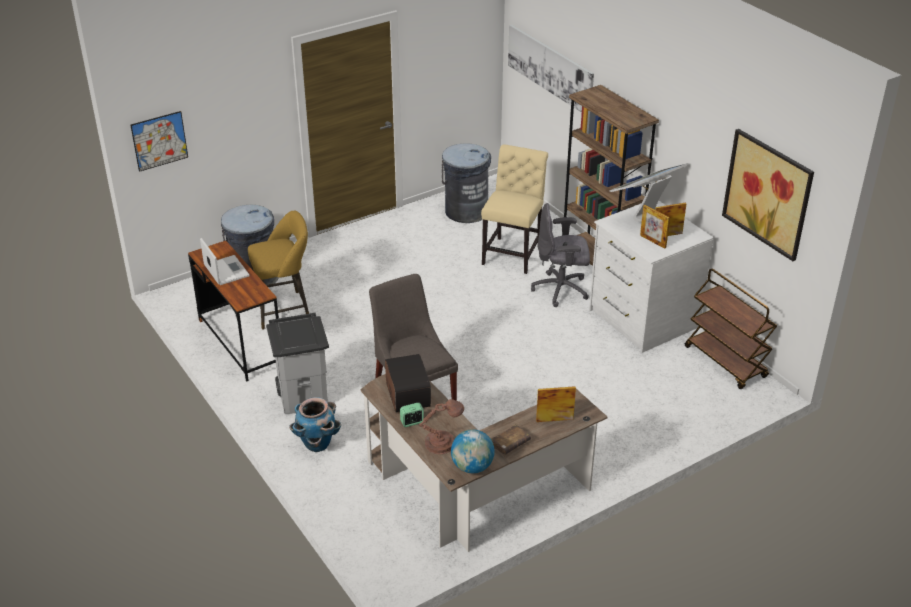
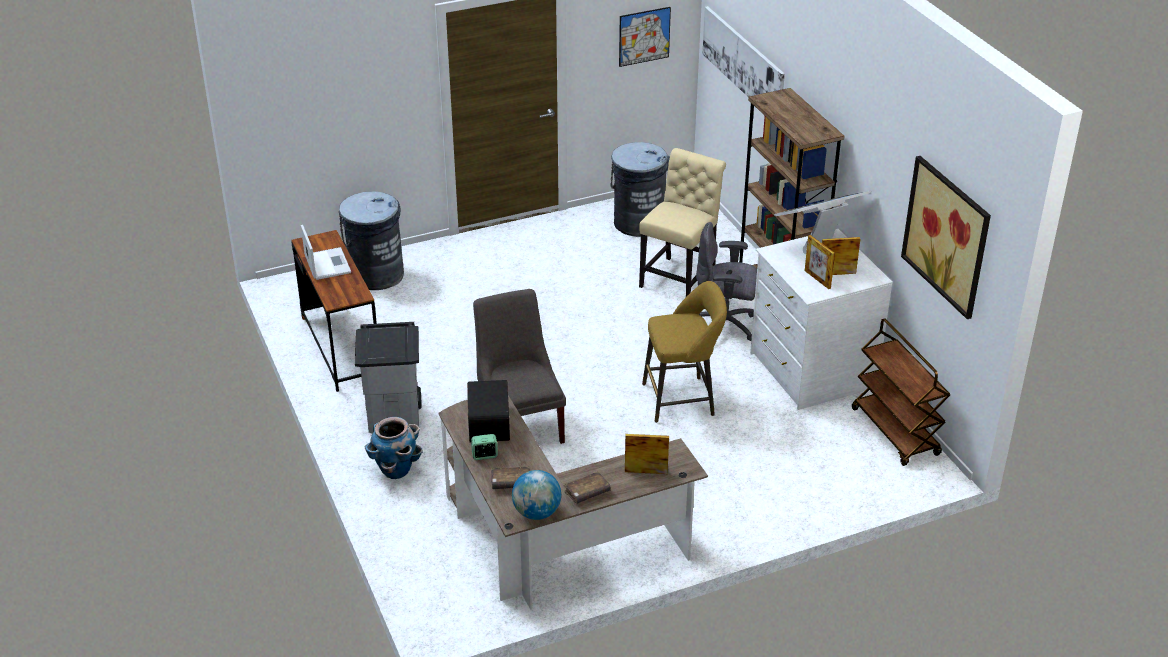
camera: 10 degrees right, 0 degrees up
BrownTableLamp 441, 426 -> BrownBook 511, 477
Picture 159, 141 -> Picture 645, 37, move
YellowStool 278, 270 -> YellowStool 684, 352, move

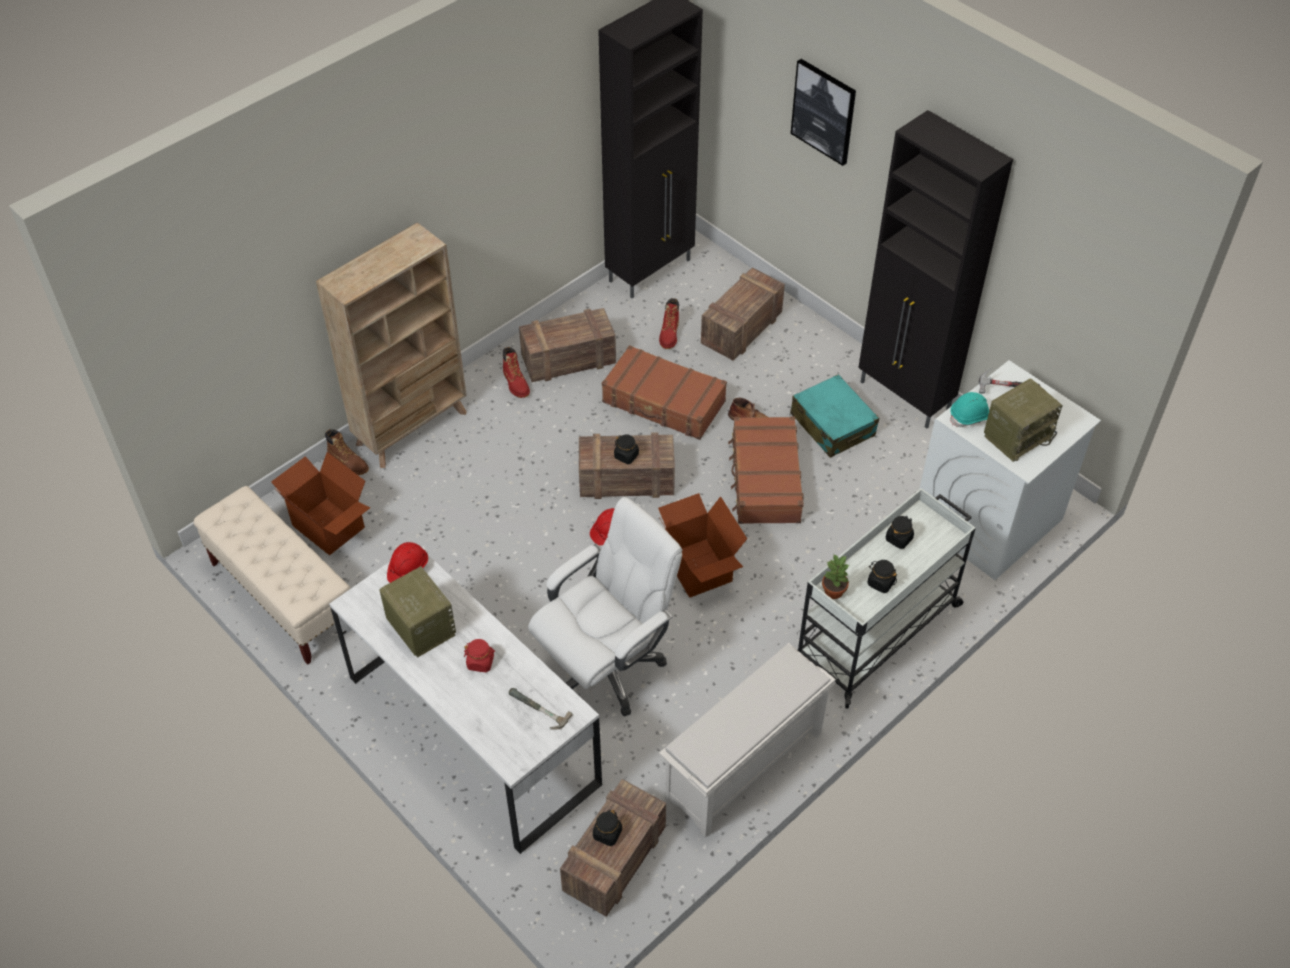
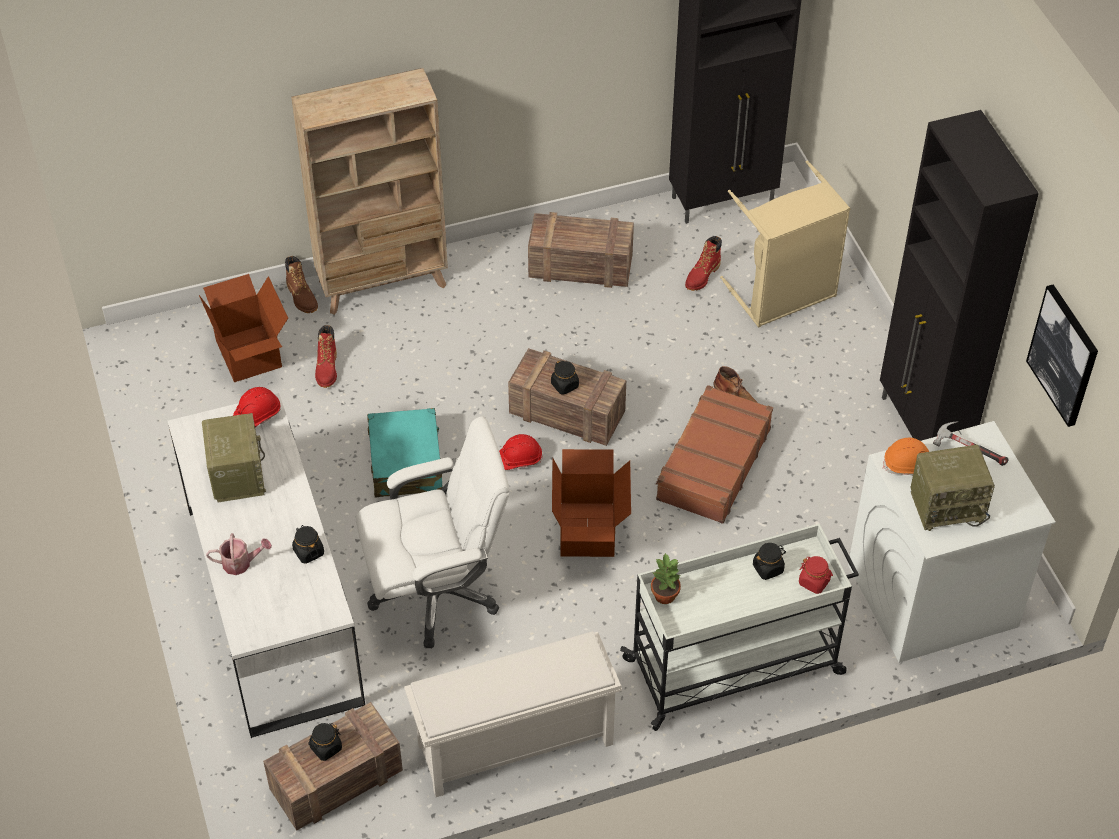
camera: 25 degrees right, 0 degrees up
none -> WateringCan 239, 554
BlackJar 882, 576 -> BlackJar 308, 544, move
RedBoot 516, 372 -> RedBoot 326, 356, move
TurquoiseSuitcase 834, 416 -> TurquoiseSuitcase 405, 452, move
Crate 743, 314 -> BeigeLaundryBasket 785, 243
RedJar 479, 655 -> RedJar 816, 575, move
TurquoiseHardHat 969, 409 -> OrangeHardHat 906, 457
Picture 823, 112 -> Picture 1062, 355, move
BeigeBench 272, 575 -> none
Hammer 541, 709 -> none
BrownSuitcase 664, 392 -> none

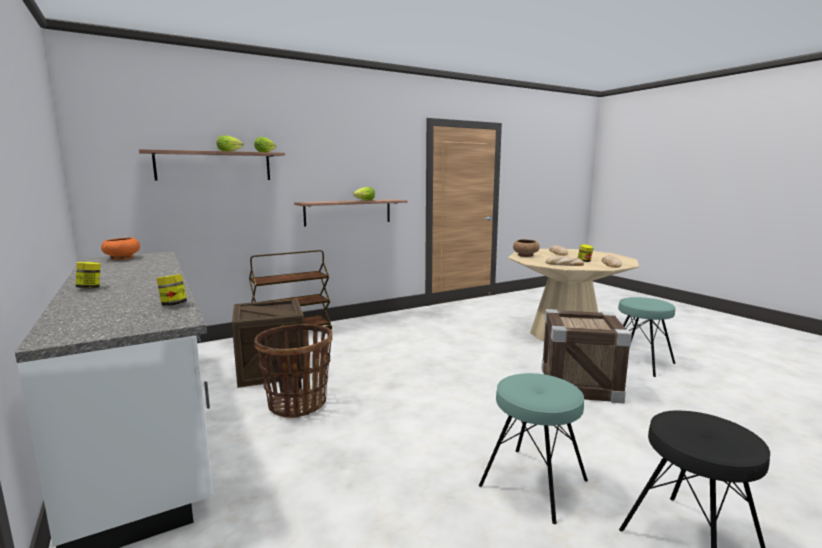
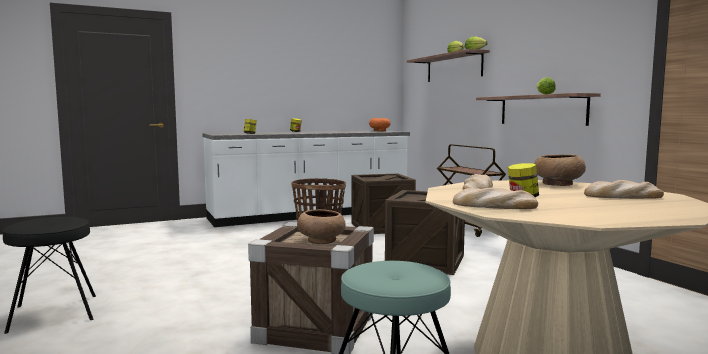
camera: 95 degrees right, 5 degrees down
none -> BrownBowl 321, 226
none -> Crate 425, 232
TurquoiseStool 533, 448 -> none

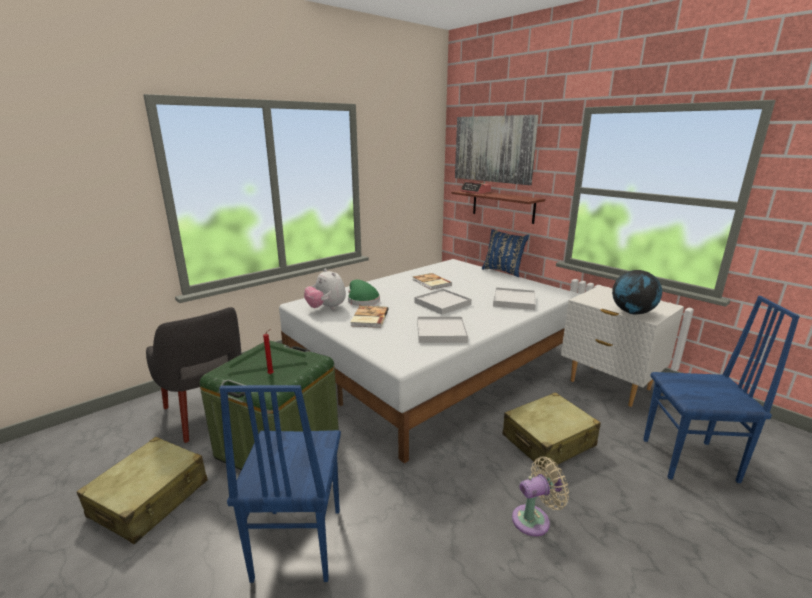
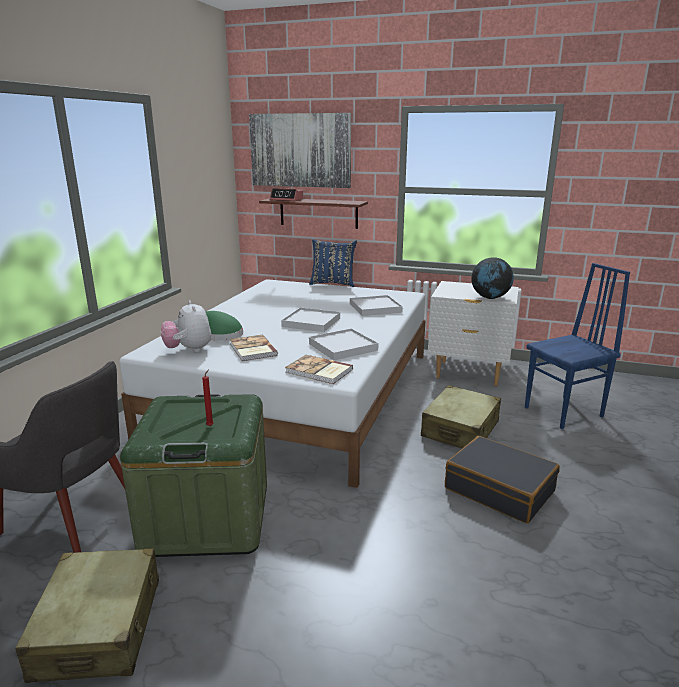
camera: 30 degrees left, 0 degrees up
PlushToy 325, 289 -> PlushToy 186, 326, 45 degrees clockwise
Book 432, 281 -> Book 319, 369, move
BeigeFan 540, 496 -> BlackSuitcase 502, 479
BlueChair 280, 484 -> none

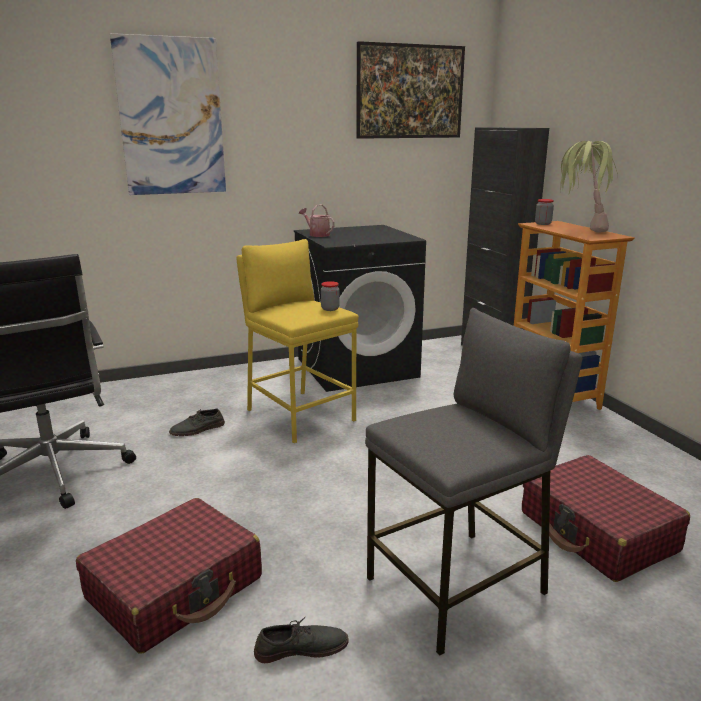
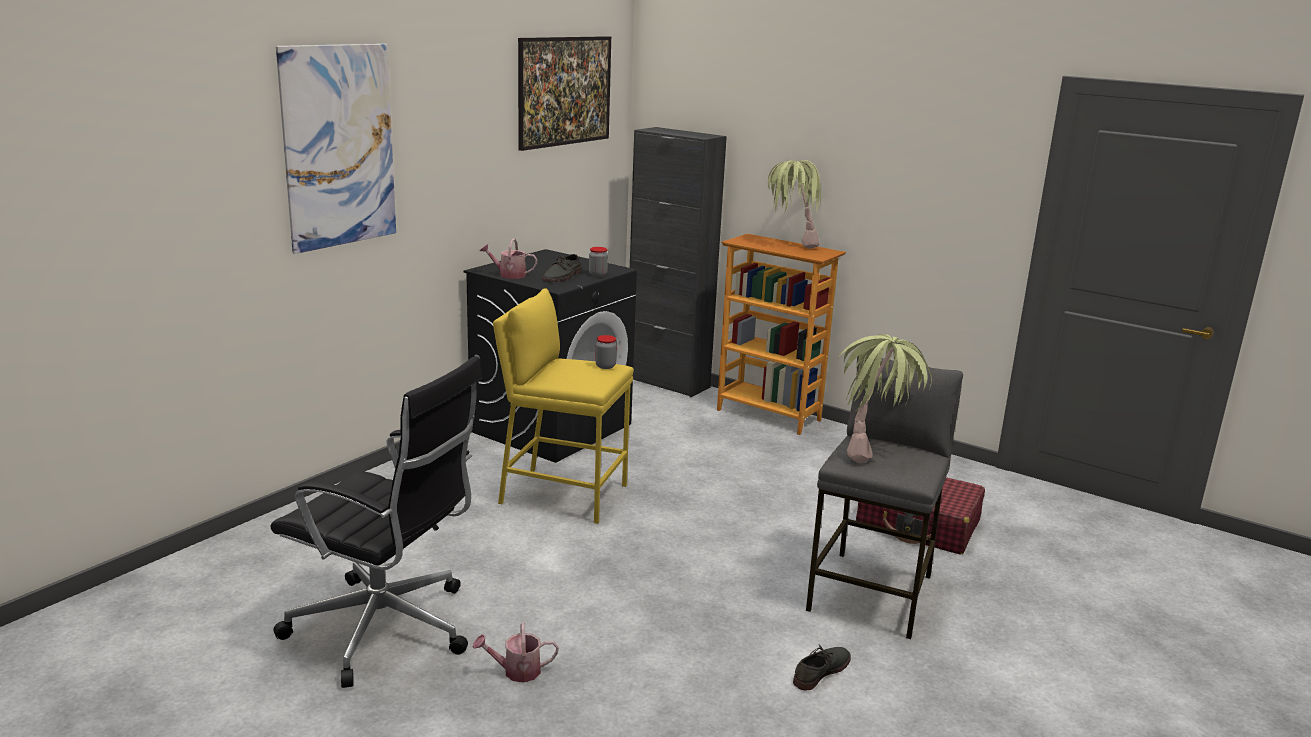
camera: 35 degrees left, 0 degrees up
none -> WateringCan 516, 653
GreyShoe 197, 422 -> GreyShoe 561, 268, move
Jar 544, 212 -> Jar 598, 262, move
none -> PottedPlant 884, 398
RedSuitcase 169, 576 -> none

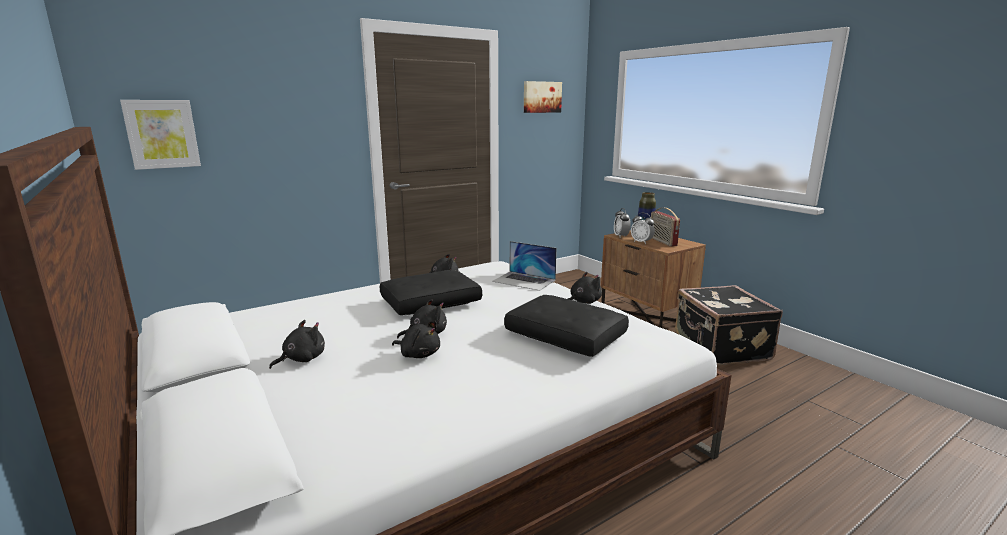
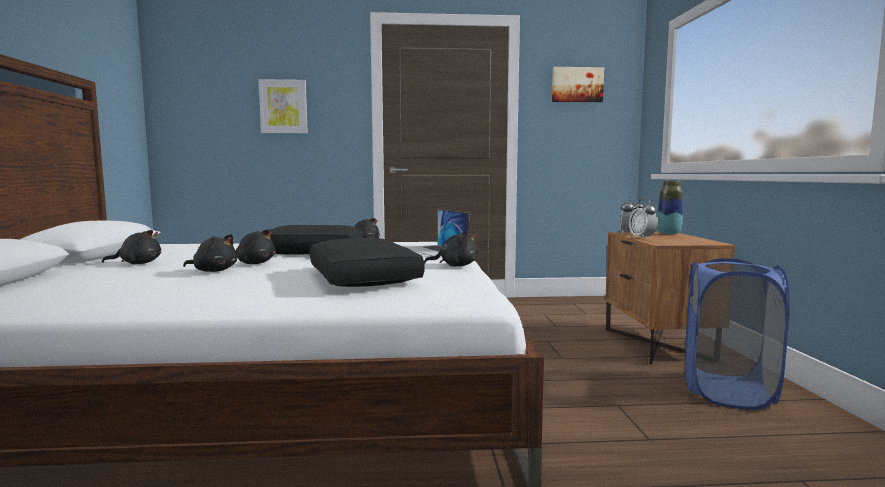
camera: 30 degrees right, 10 degrees down
BlackPlushToy 416, 339 -> BlackPlushToy 210, 253, 45 degrees counterclockwise
Picture 160, 135 -> Picture 283, 106, move
BlackSuitcase 729, 325 -> BlueLaundryBasket 737, 334
Radio 665, 227 -> none

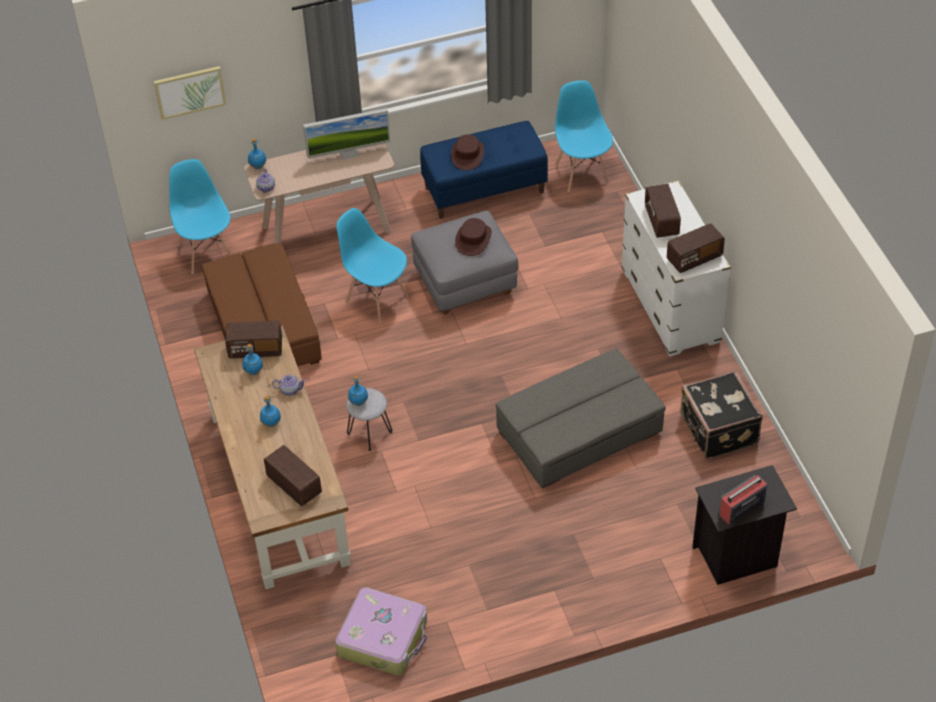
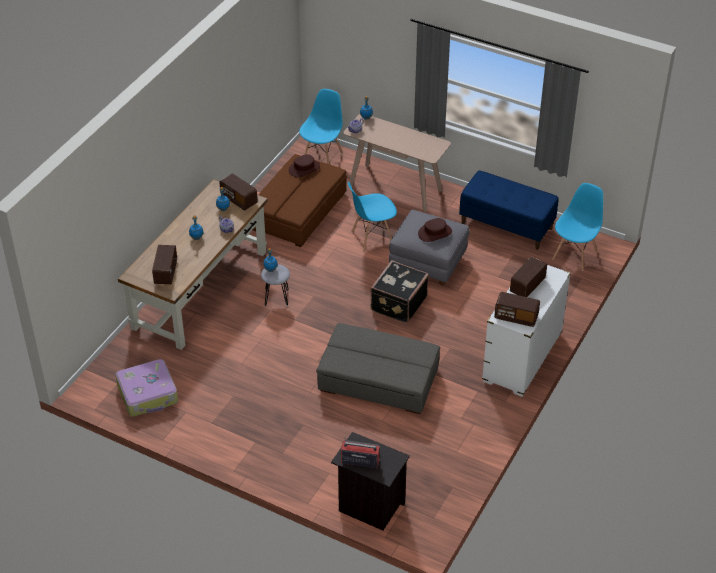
camera: 45 degrees right, 5 degrees down
BrownHat 467, 152 -> BrownHat 304, 165, move
BlueChair 372, 265 -> BlueChair 372, 217, 105 degrees counterclockwise
BlackSuitcase 721, 415 -> BlackSuitcase 399, 291, move
Picture 190, 93 -> none
Monitor 347, 134 -> none

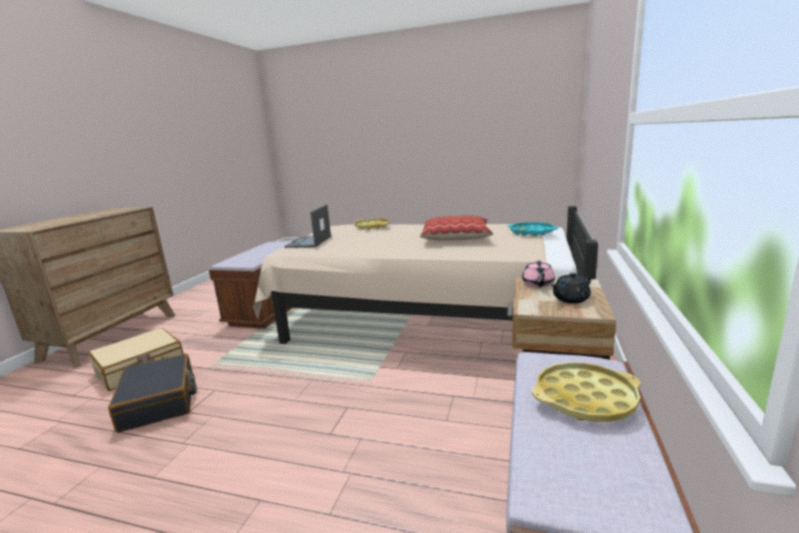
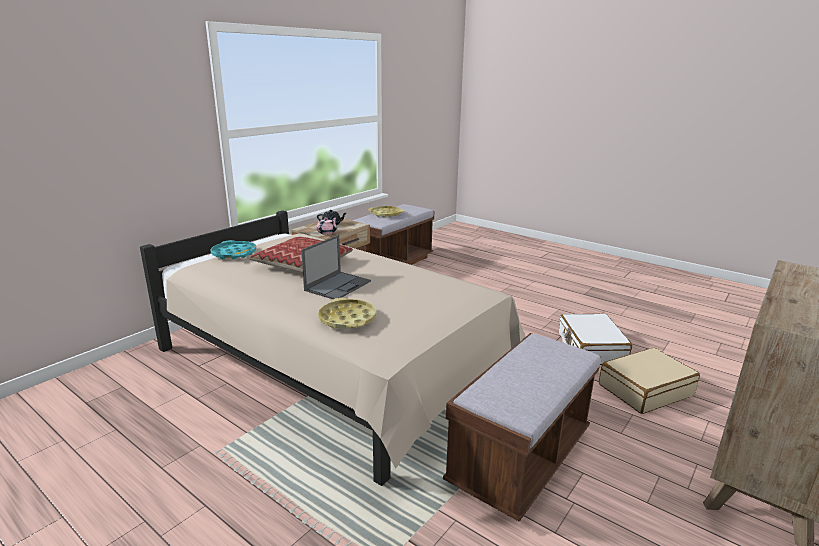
camera: 160 degrees left, 5 degrees up
Laptop 307, 226 -> Laptop 336, 267, move
BlackSuitcase 152, 393 -> WhiteSuitcase 595, 339

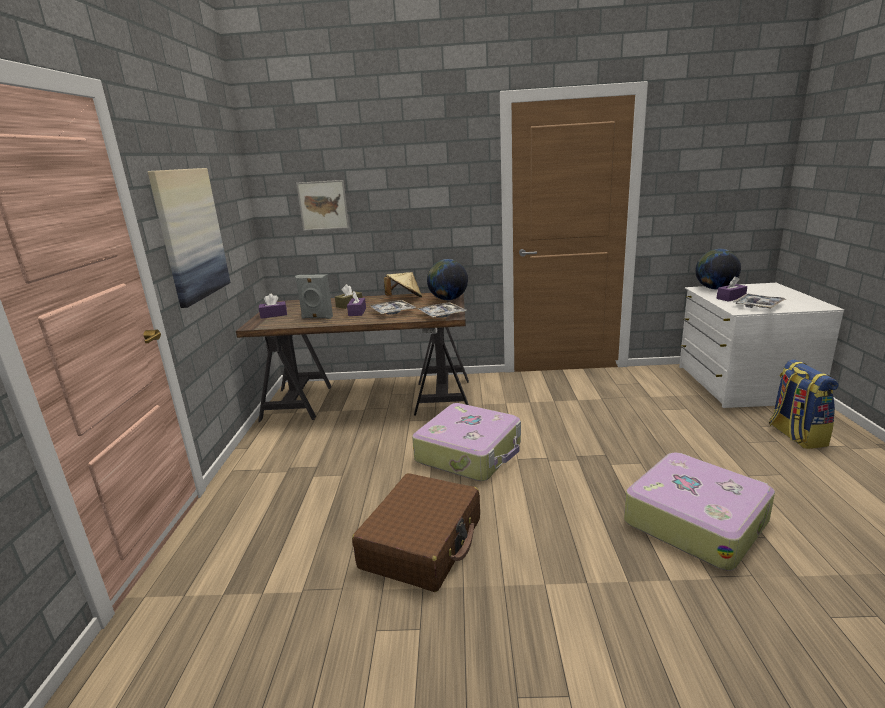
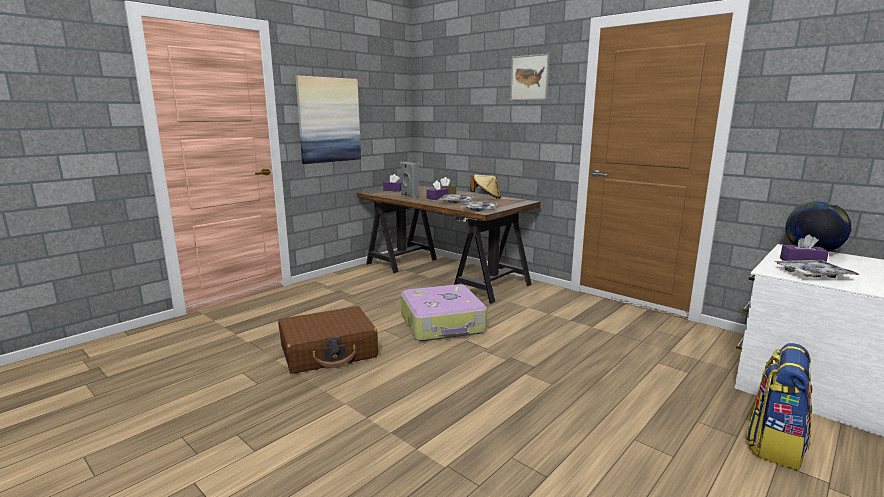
camera: 40 degrees right, 5 degrees down
Picture 322, 205 -> Picture 530, 76, move
Globe 447, 279 -> none
Suitcase 699, 511 -> none

